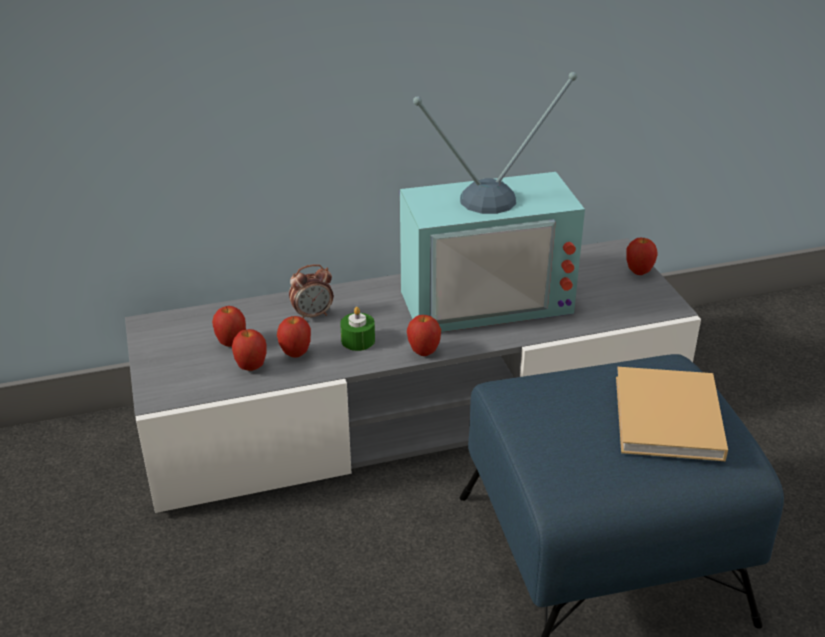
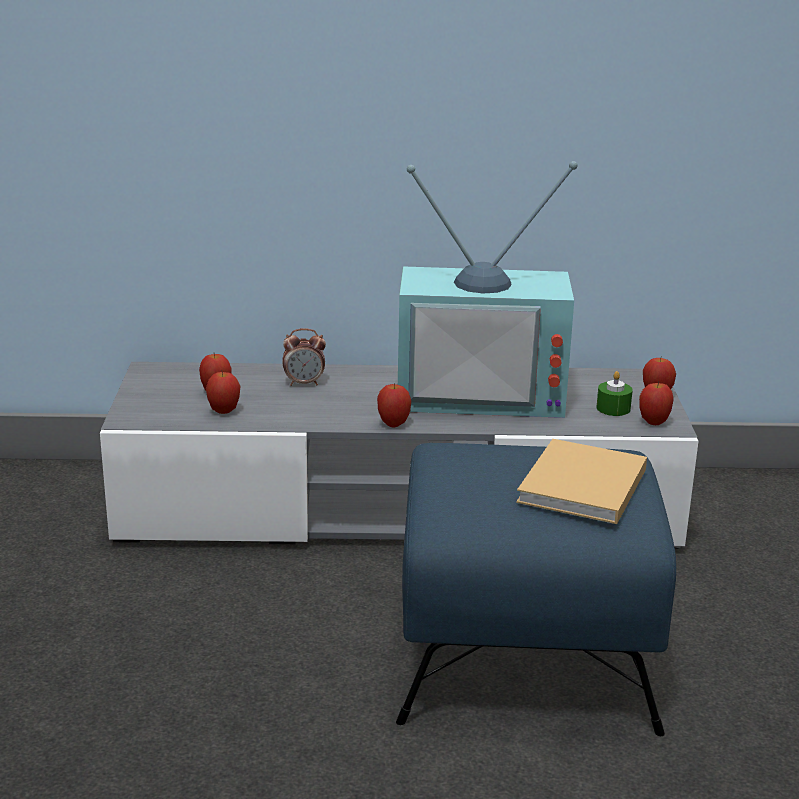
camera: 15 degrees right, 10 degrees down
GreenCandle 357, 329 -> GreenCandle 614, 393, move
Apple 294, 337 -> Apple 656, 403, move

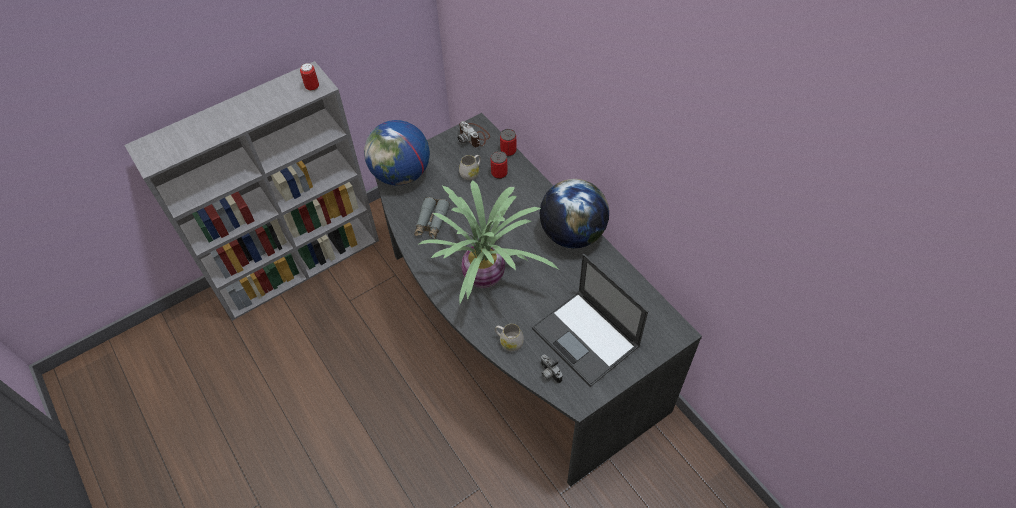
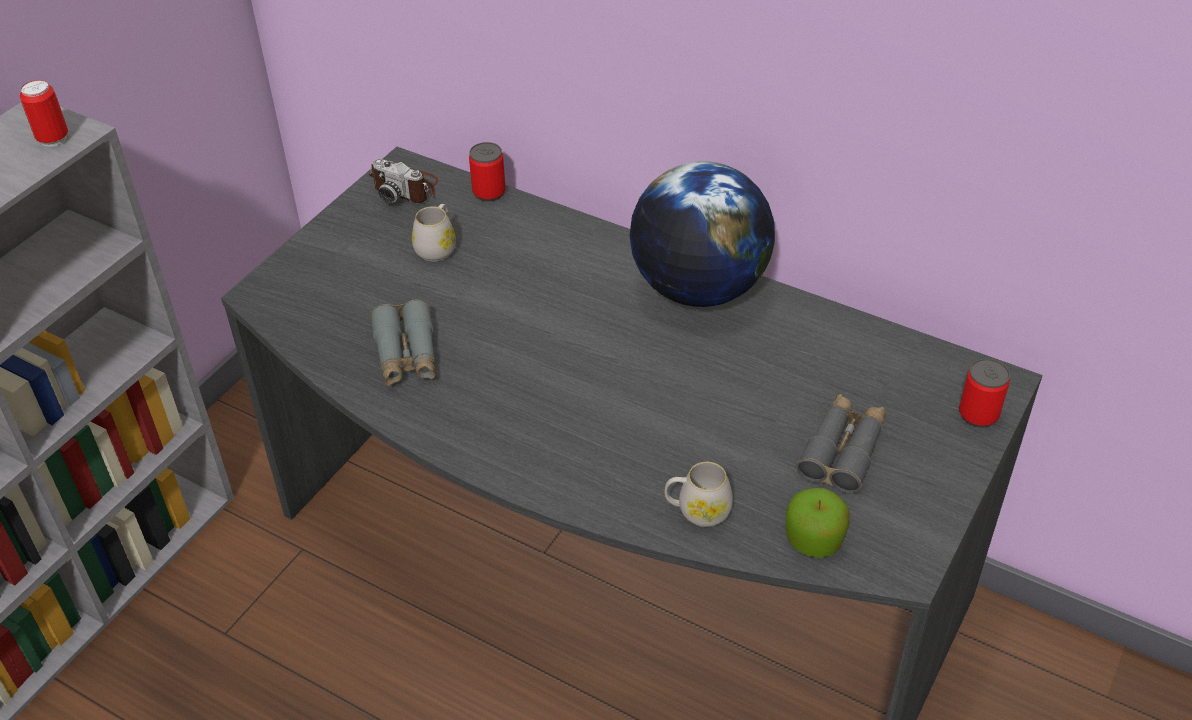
camera: 25 degrees left, 10 degrees down
PhotoCamera 551, 368 -> Apple 817, 523
Laptop 590, 320 -> GreyBinoculars 841, 444
Can 499, 165 -> Can 984, 393, move
Globe 397, 153 -> none
PottedPlant 488, 242 -> none

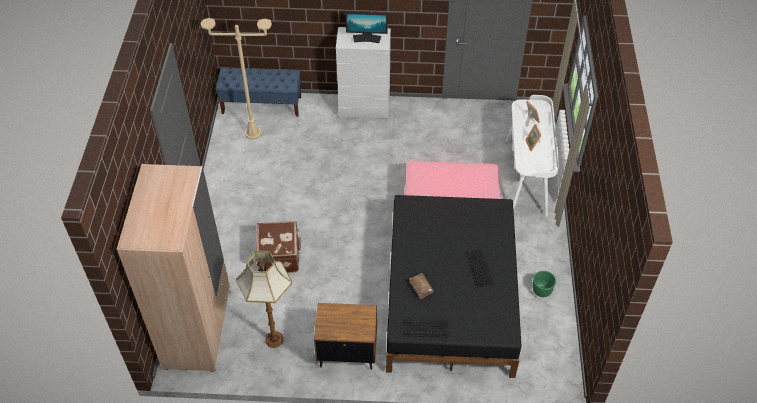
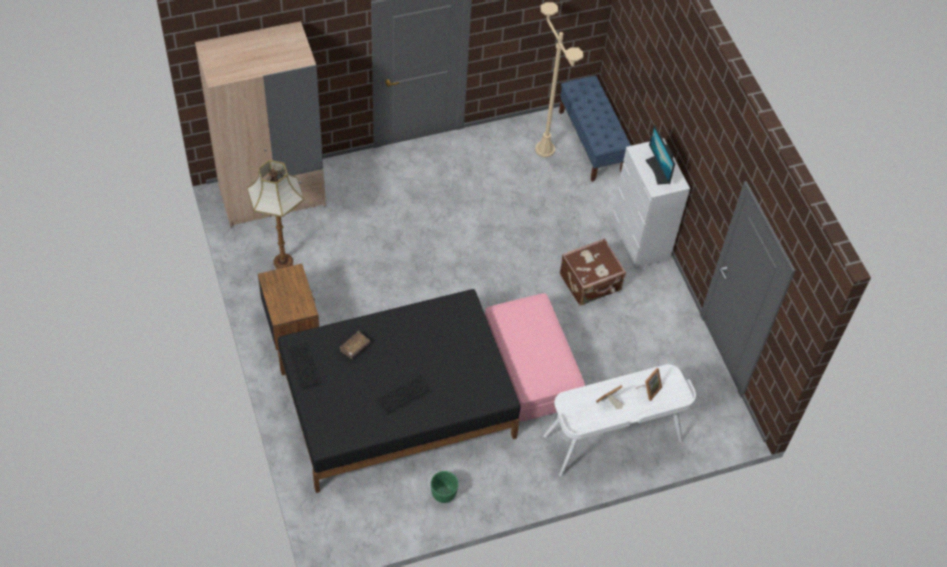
camera: 65 degrees right, 5 degrees up
BrownSuitcase 279, 247 -> BrownSuitcase 593, 272, move

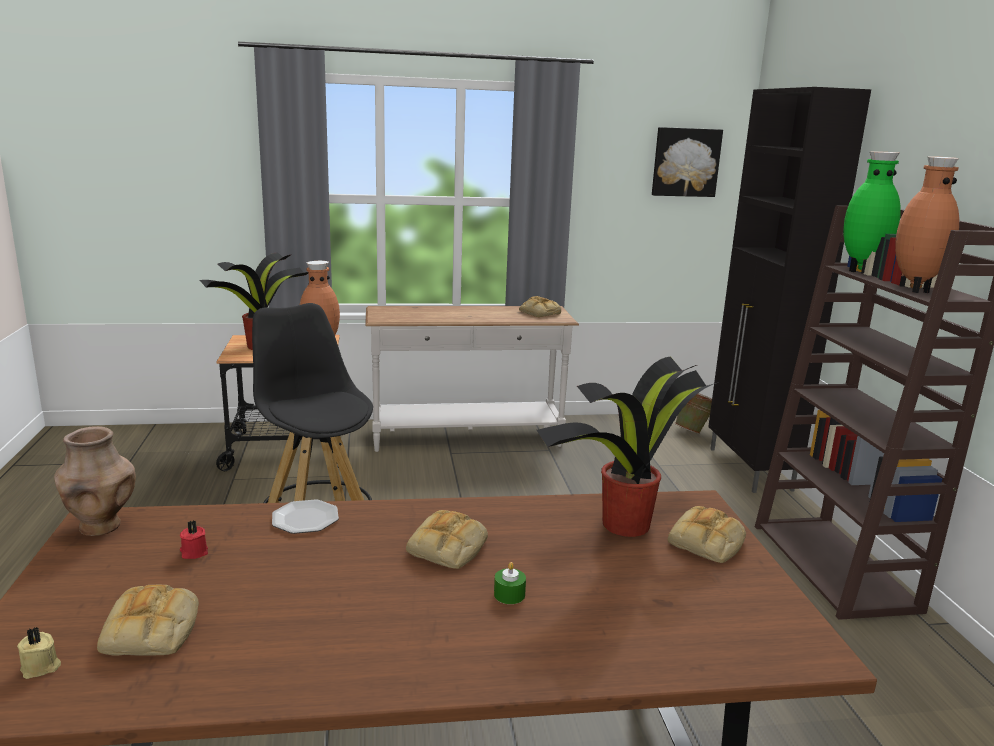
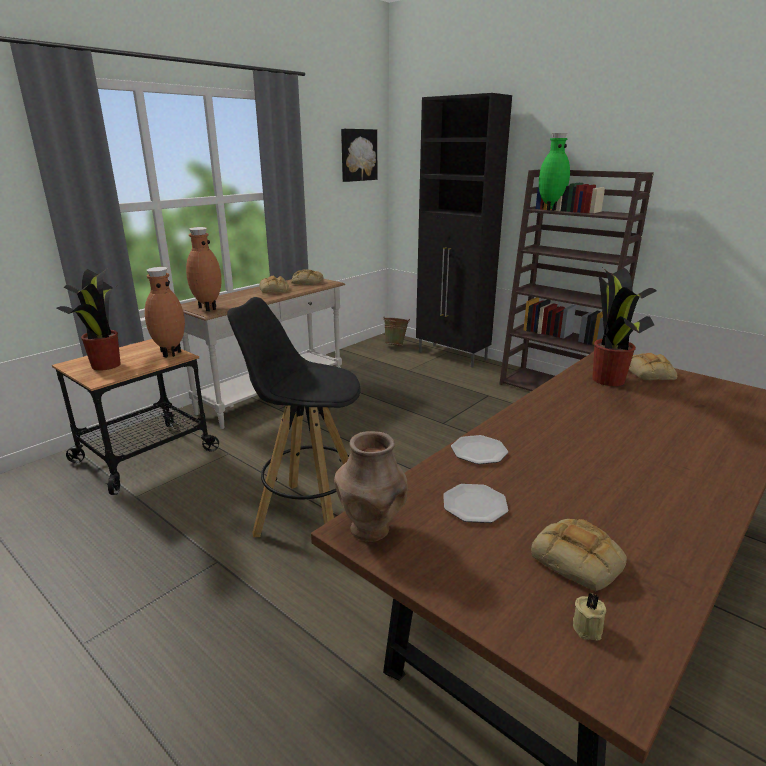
camera: 40 degrees left, 5 degrees up
BrownVase 927, 224 -> BrownVase 204, 269, move
Bread 447, 539 -> Bread 274, 284, move
RedCandle 194, 540 -> Plate 475, 503
GreenCandle 510, 583 -> none

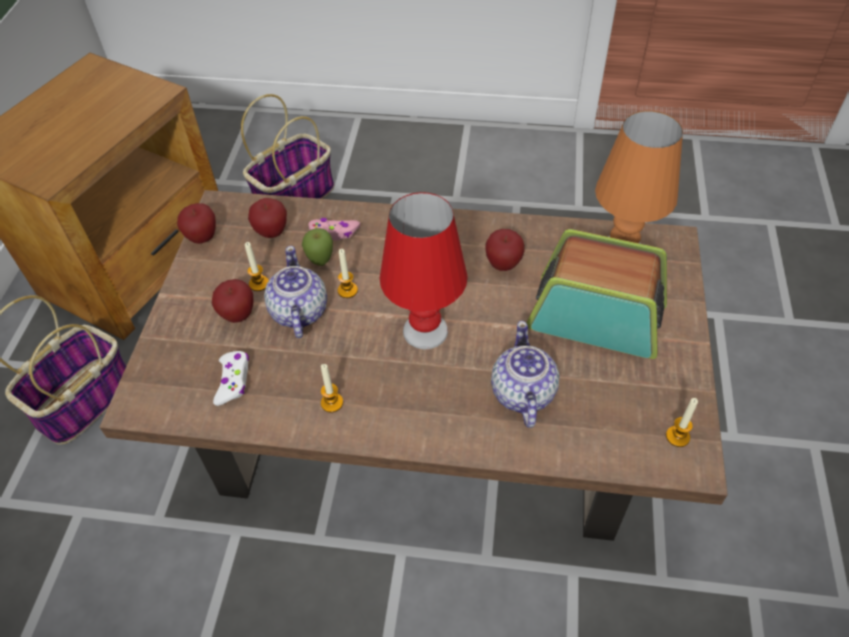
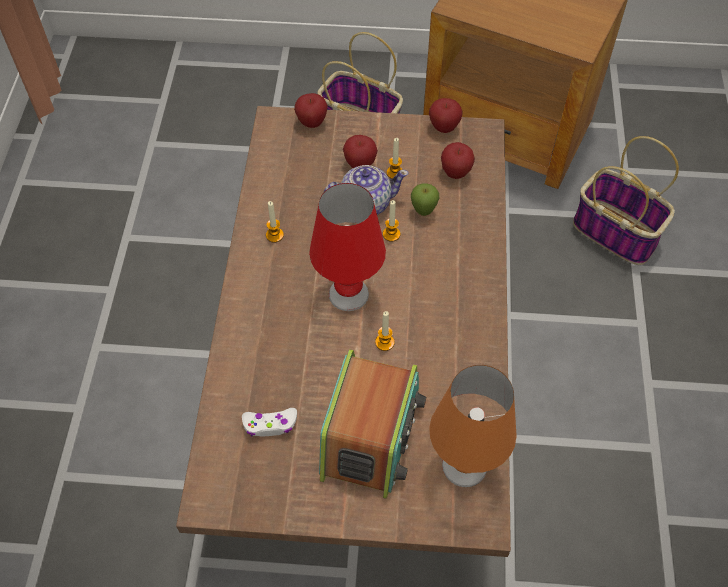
camera: 85 degrees right, 5 degrees up
WhiteGameController 231, 378 -> WhiteGameController 269, 422, move
Apple 505, 250 -> Apple 311, 110, move
Candle 682, 422 -> Candle 385, 331, move
PinkGameController 334, 229 -> none
Teapot 525, 374 -> none

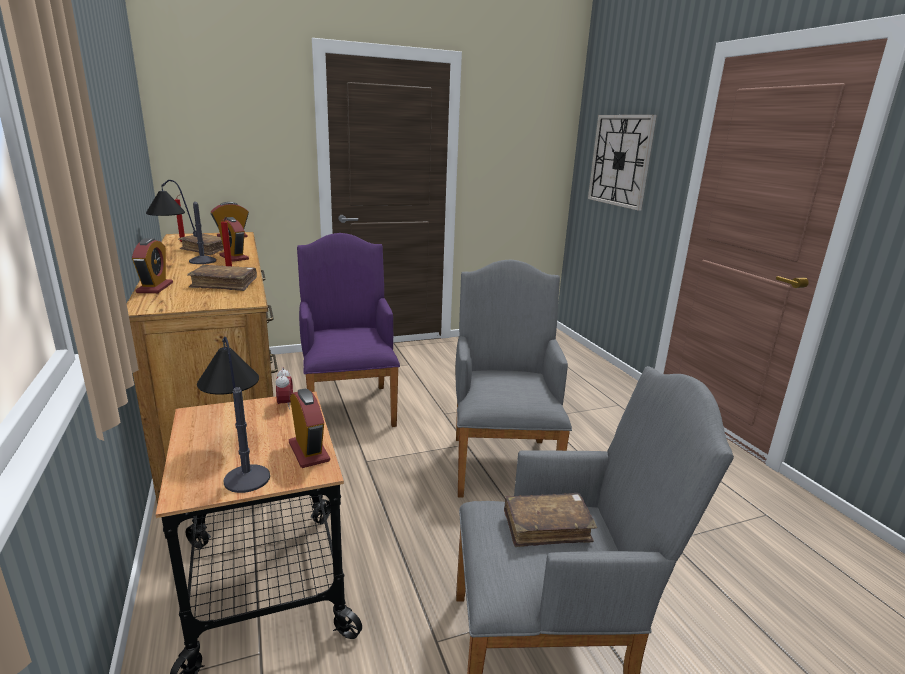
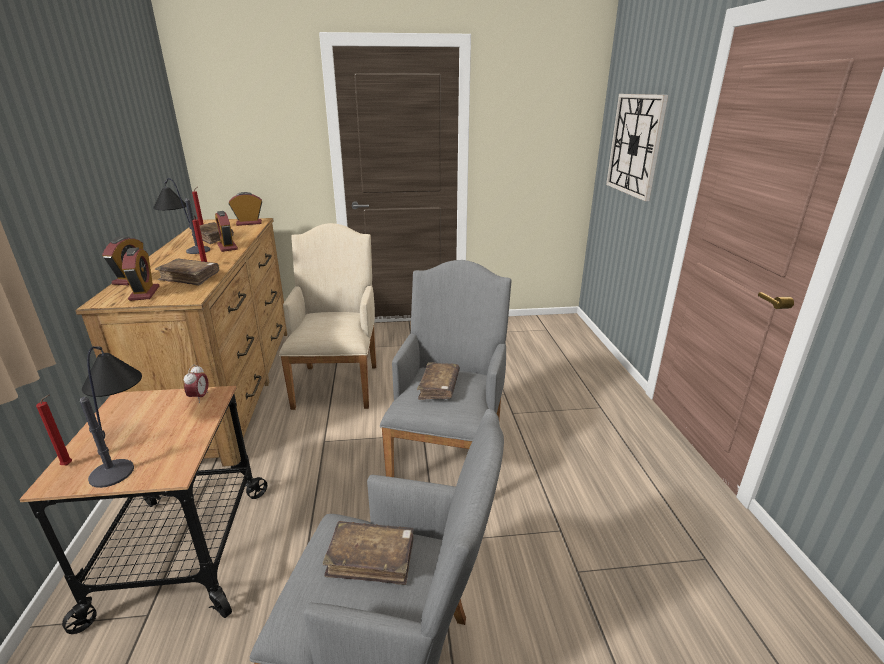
camera: 15 degrees right, 5 degrees up
none -> RedCandle 54, 429
AlarmClock 309, 428 -> AlarmClock 140, 274, move
PurpleArmchair 348, 330 -> BeigeArmchair 328, 316
none -> BrownBook 438, 381

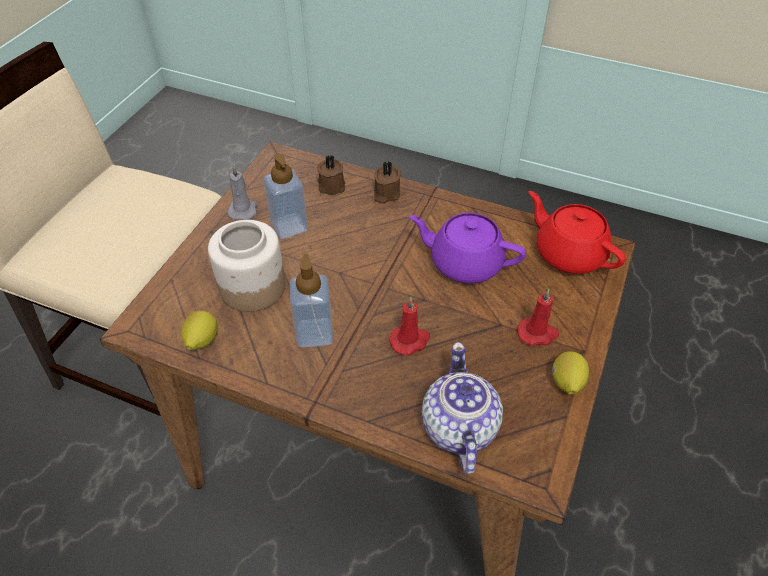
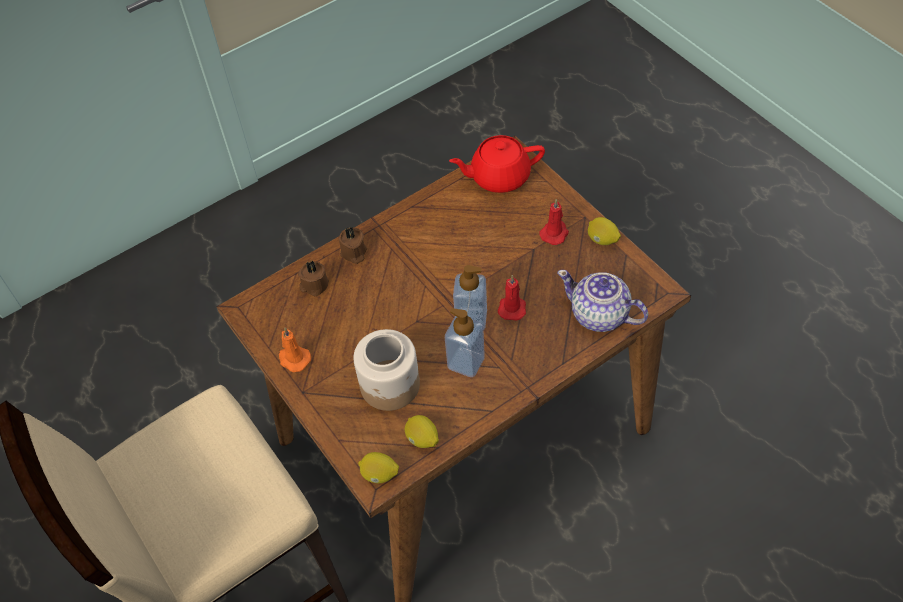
camera: 55 degrees left, 5 degrees up
GreyCandle 242, 192 -> OrangeCandle 295, 350
none -> Lemon 378, 467
SoapDispenser 285, 196 -> SoapDispenser 470, 297, move
PurpleTeapot 467, 248 -> none

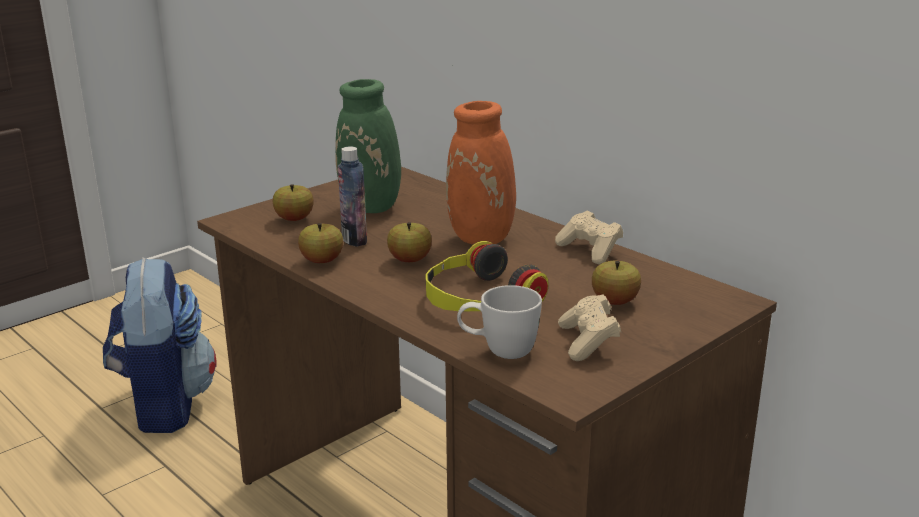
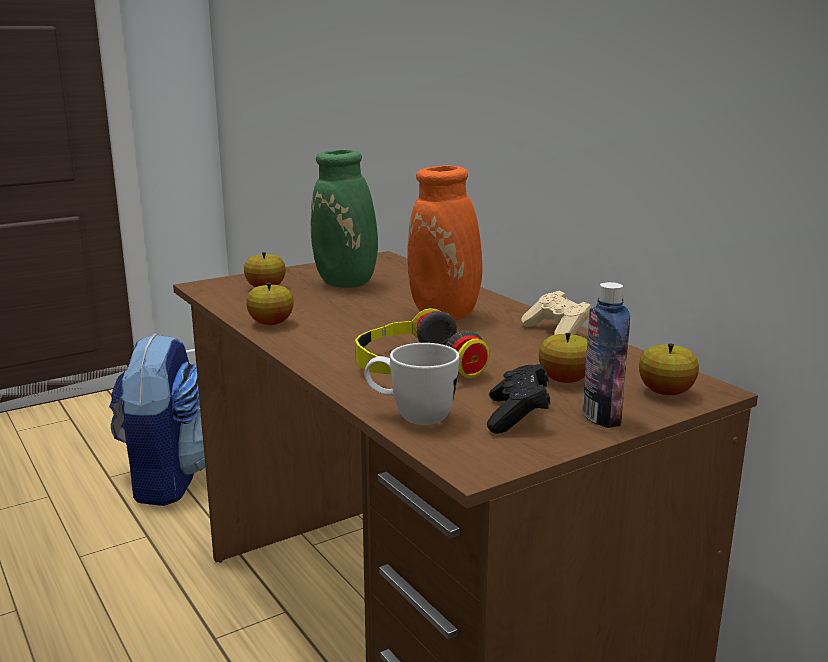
camera: 10 degrees right, 5 degrees down
BeigeGameController 589, 327 -> BlackGameController 518, 399
Bottle 352, 197 -> Bottle 606, 355, move
Apple 409, 242 -> Apple 669, 369, move

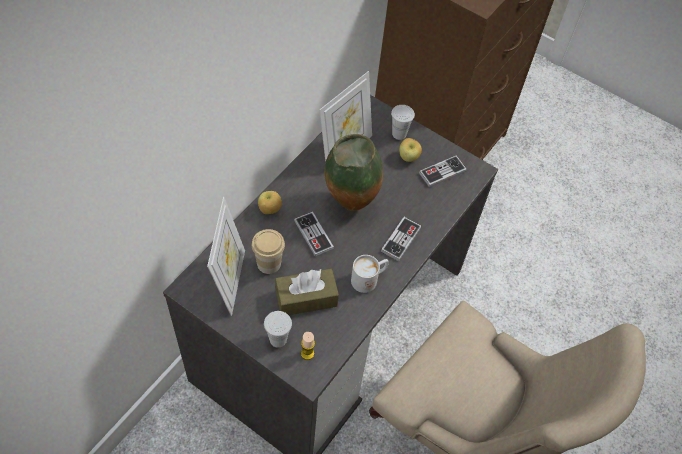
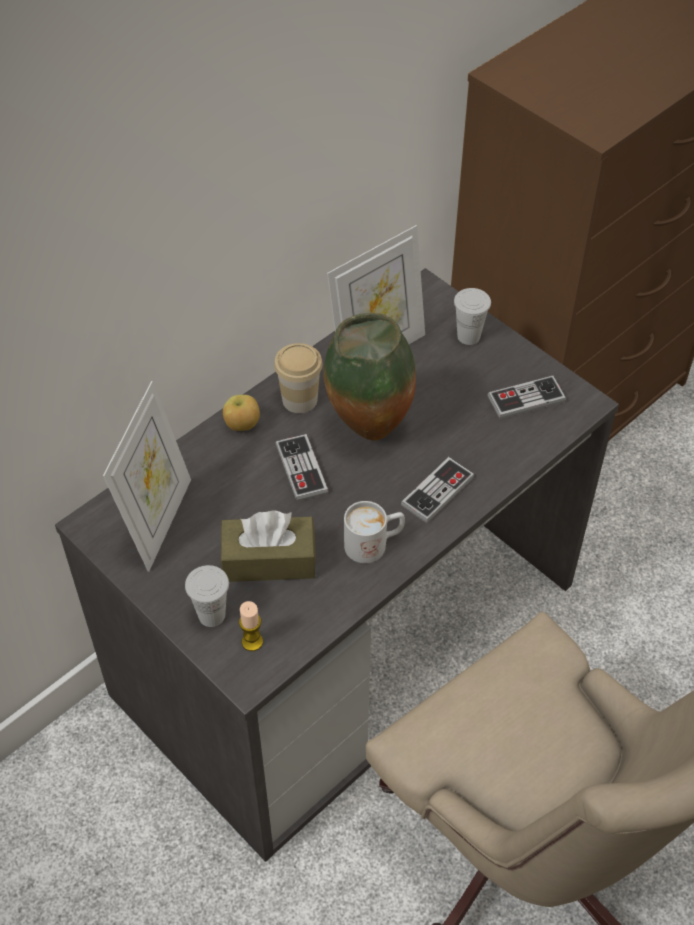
camera: 15 degrees right, 5 degrees down
Cup 268, 251 -> Cup 298, 378, move
Apple 410, 150 -> none

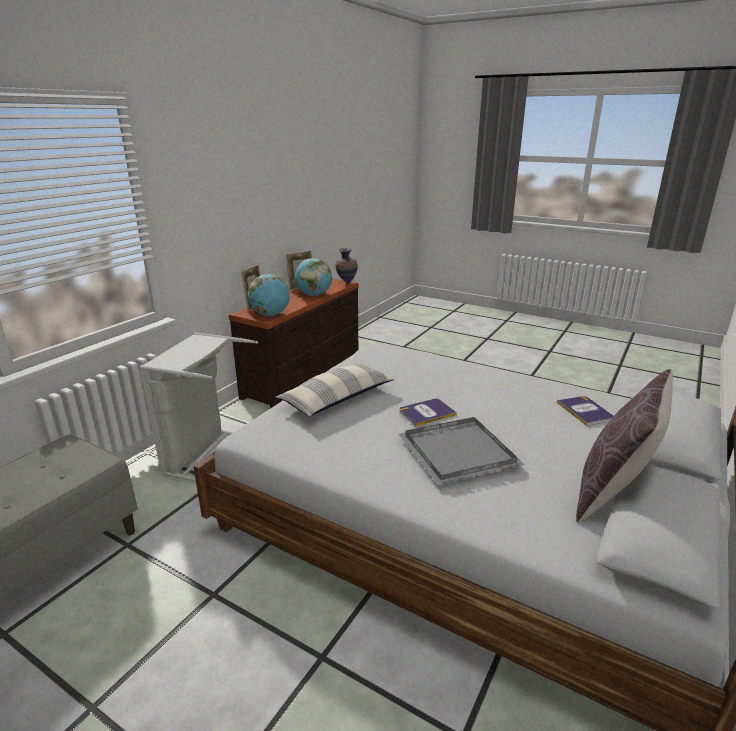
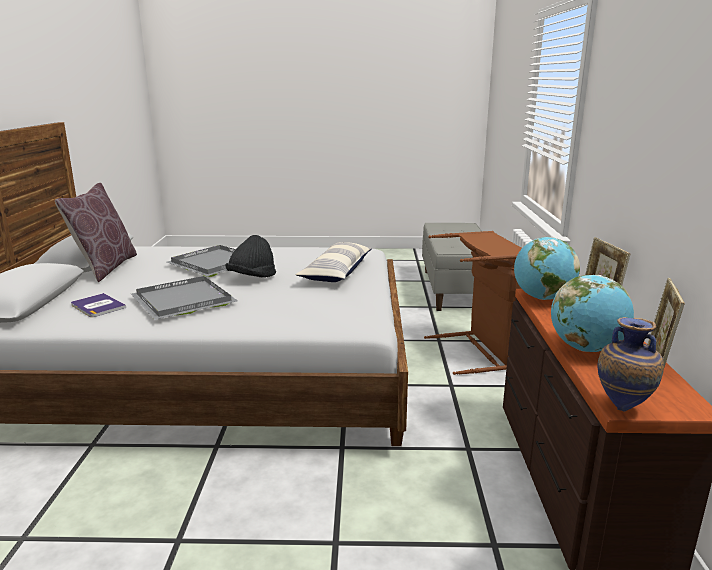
camera: 150 degrees right, 5 degrees down
none -> GreyTray 184, 298
Book 428, 412 -> BlackHat 250, 256
GreyLaundryBasket 199, 407 -> BrownLaundryBasket 473, 303

